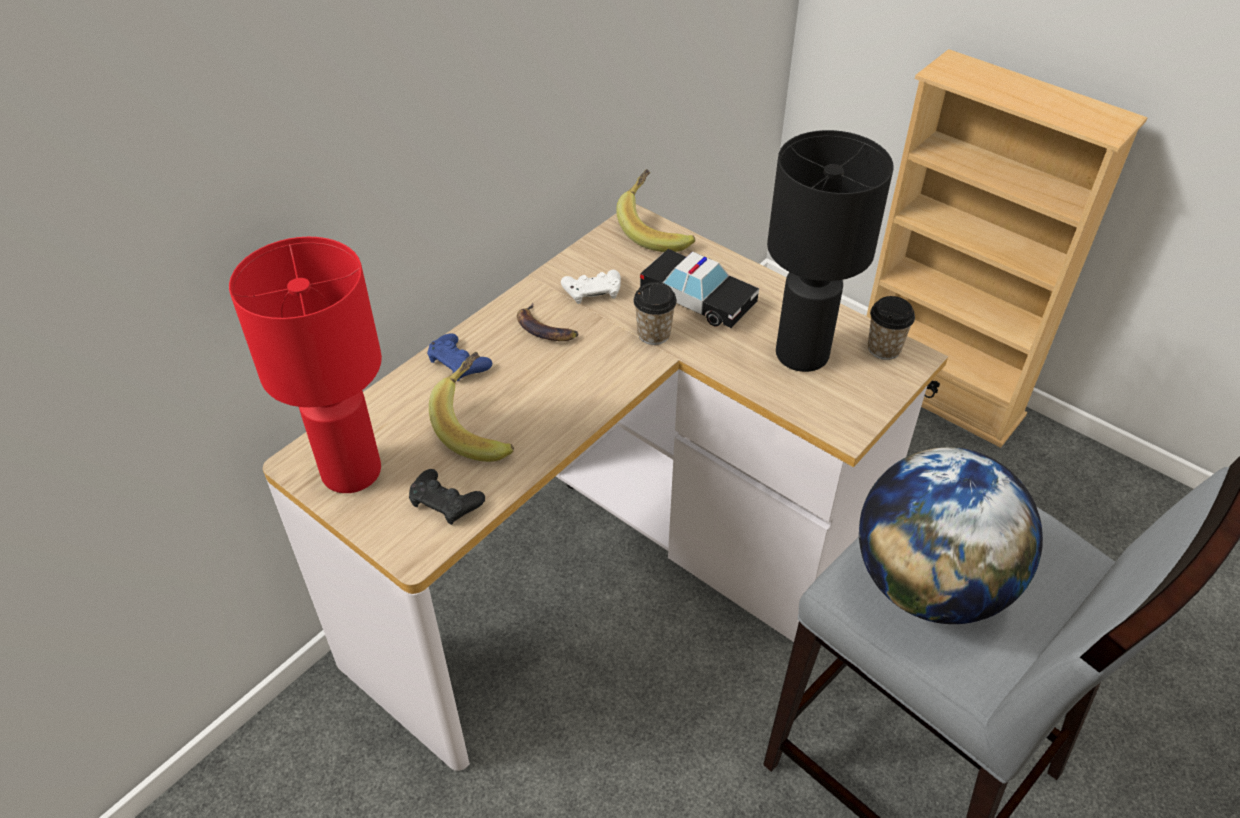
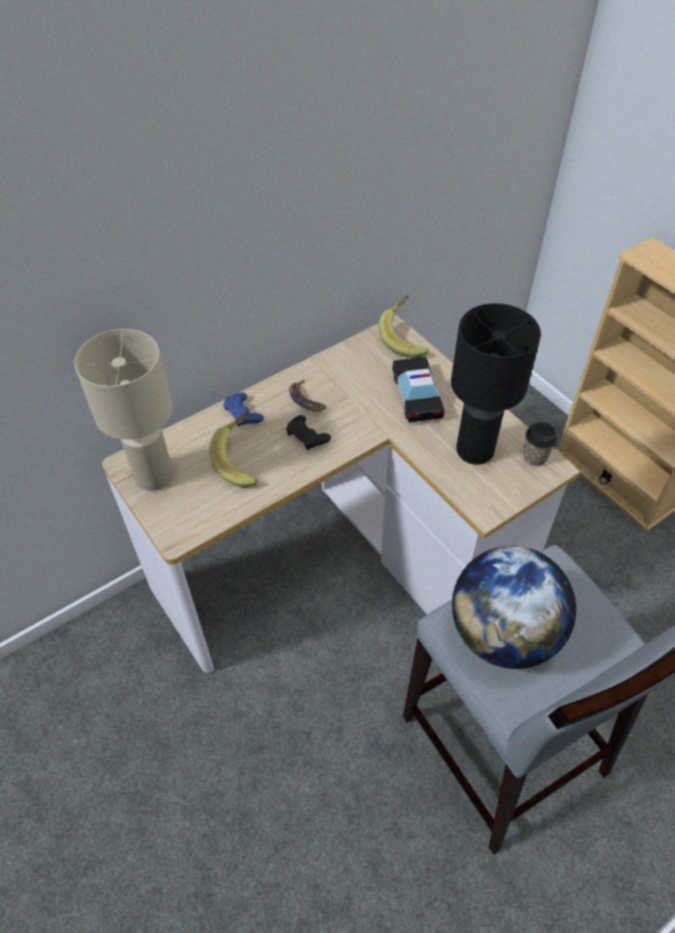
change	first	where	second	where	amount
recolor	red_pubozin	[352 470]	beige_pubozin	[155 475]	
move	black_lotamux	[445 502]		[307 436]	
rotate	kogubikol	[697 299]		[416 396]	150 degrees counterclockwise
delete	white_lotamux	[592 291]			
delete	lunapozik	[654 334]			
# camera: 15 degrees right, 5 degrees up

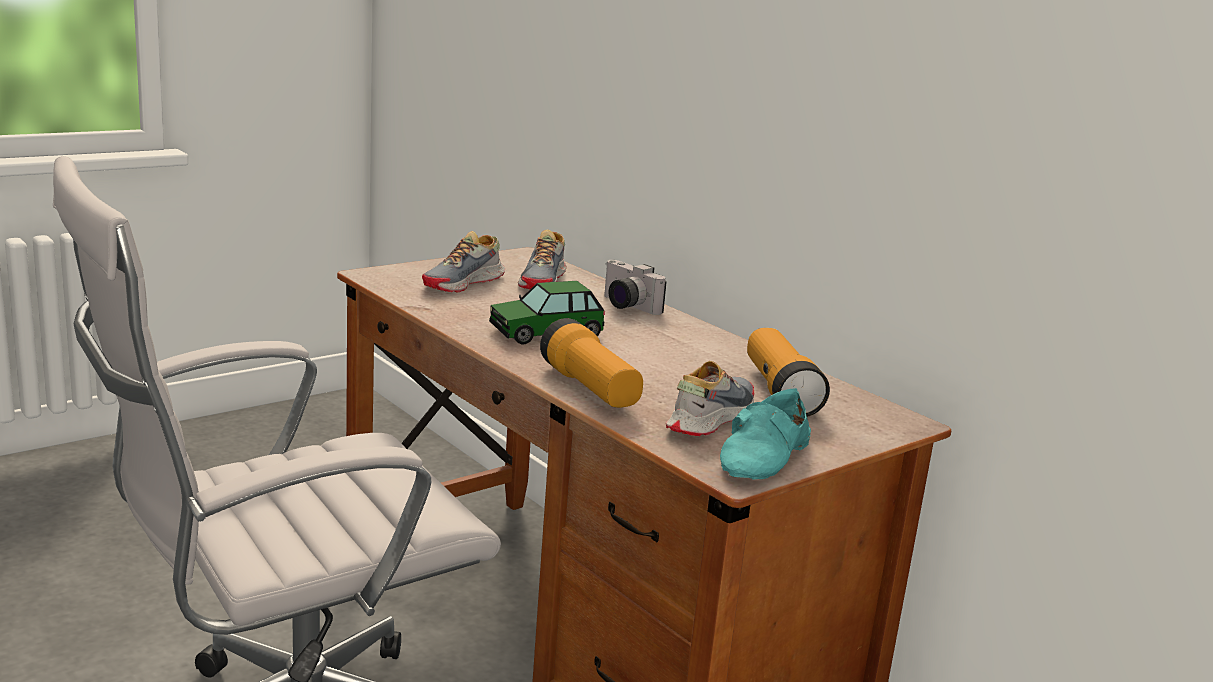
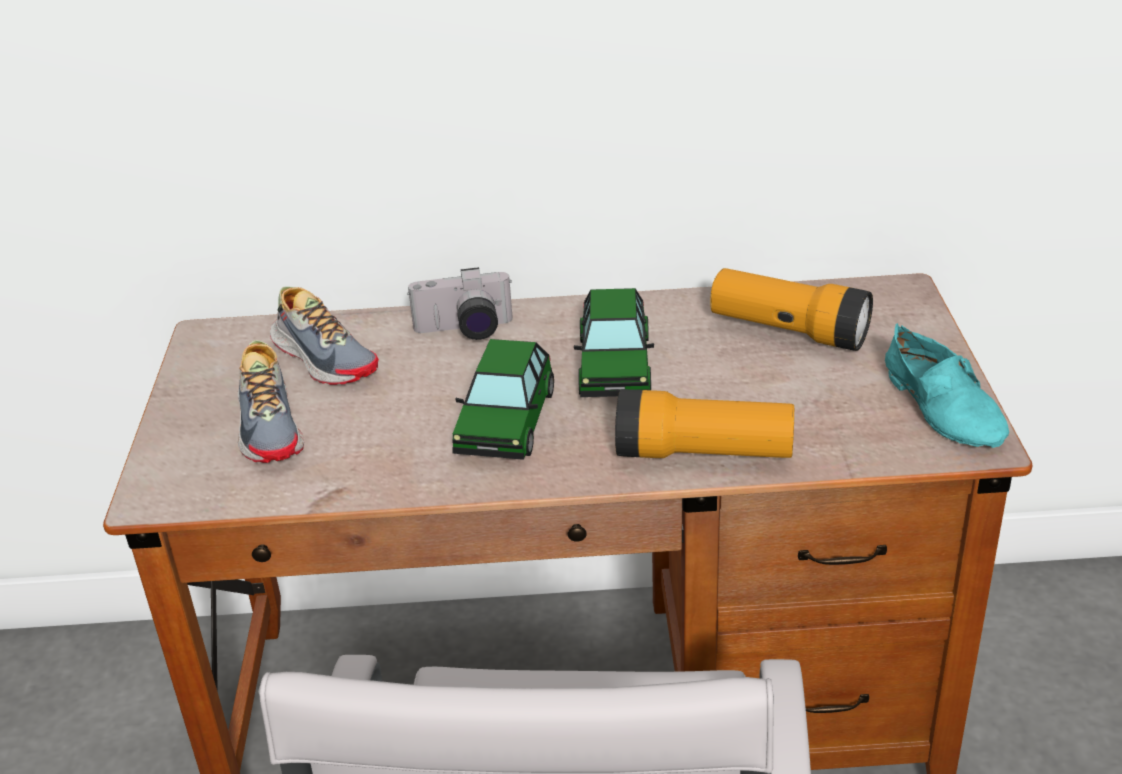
change	first	where	second	where	amount
insert			kogubikol	[614 366]	
delete	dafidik	[709 419]			
# camera: 50 degrees left, 15 degrees up

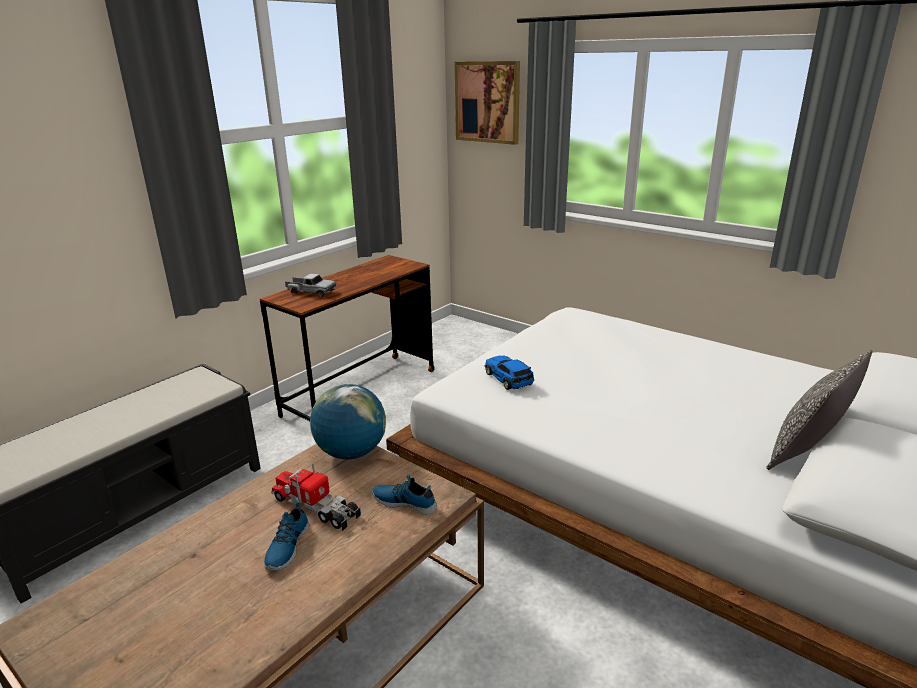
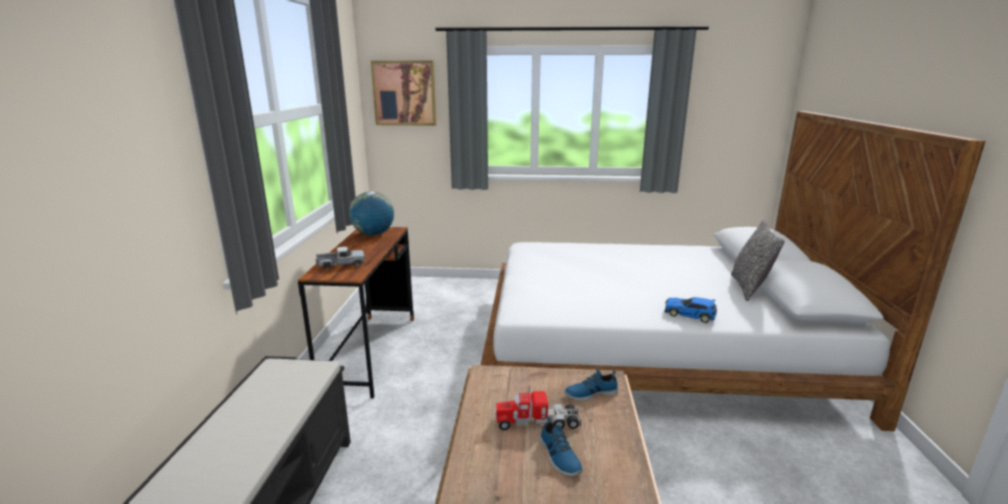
change	first	where	second	where	amount
move	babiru	[351 453]		[373 234]	
move	kogubikol	[509 379]		[690 315]	
# camera: 35 degrees left, 5 degrees down

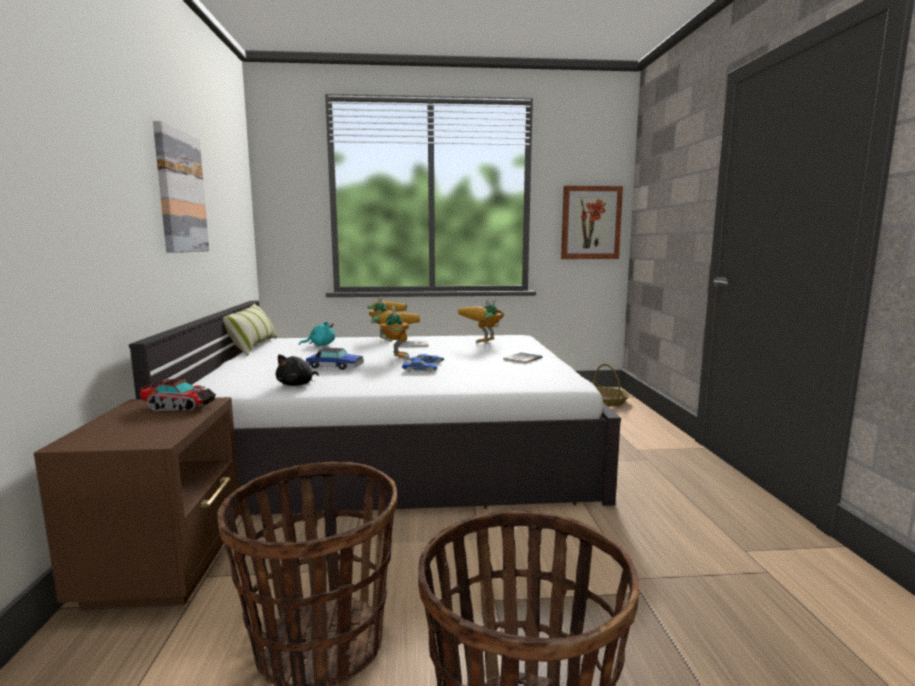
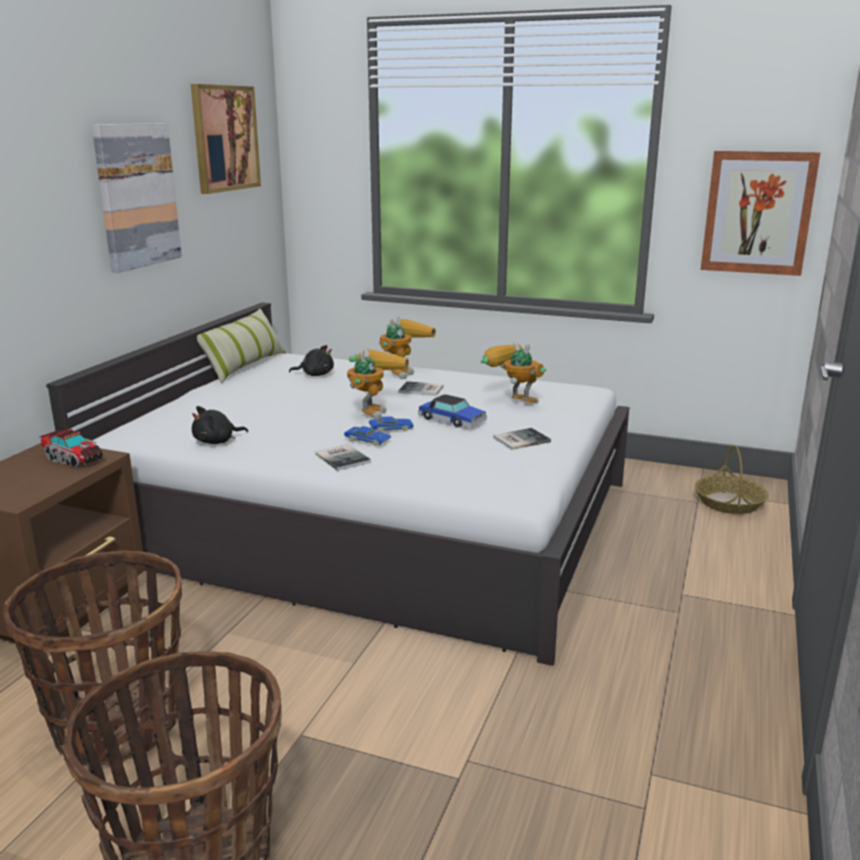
change	first	where	second	where	amount
insert			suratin	[225 138]	
recolor	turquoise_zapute	[320 345]	black_zapute	[315 374]	
insert			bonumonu	[343 457]	
move	kogubikol	[335 367]		[452 420]	
rotate	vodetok	[483 344]		[511 402]	60 degrees clockwise
# camera: 25 degrees right, 10 degrees up

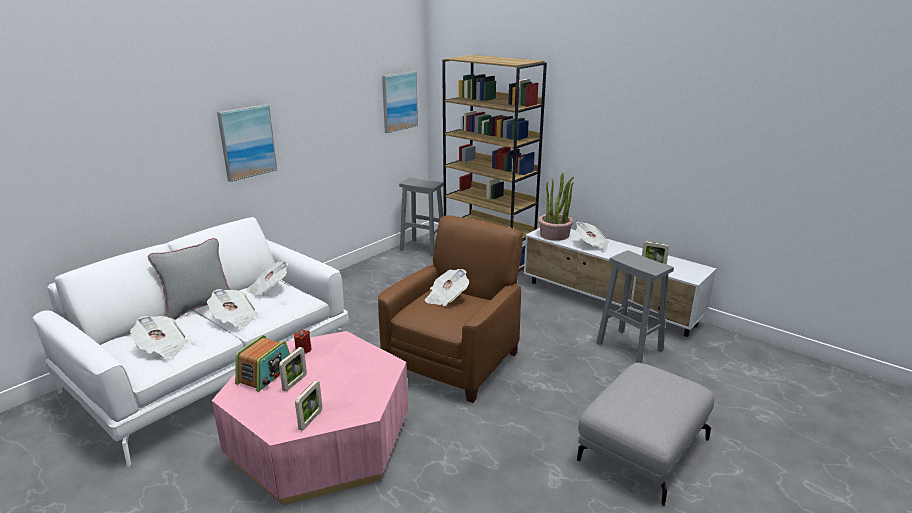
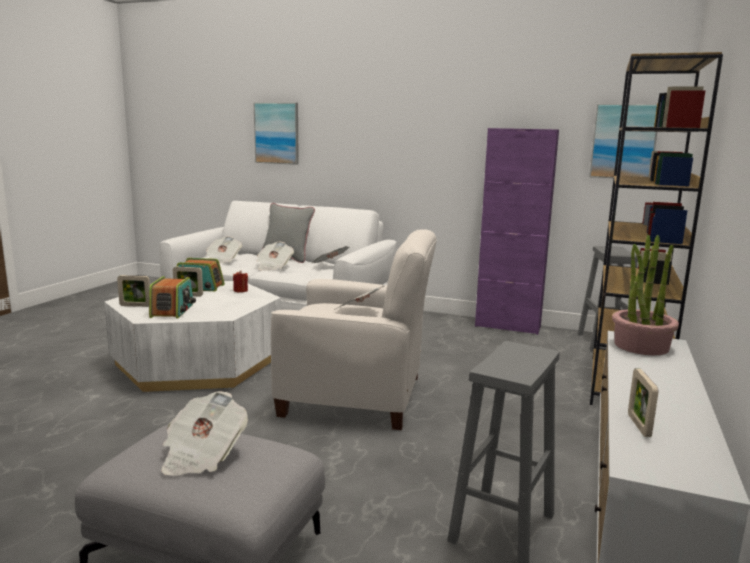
change	first	where	second	where	amount
recolor	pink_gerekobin	[320 439]	white_gerekobin	[198 362]	
insert			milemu	[172 311]	
move	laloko	[592 245]		[202 455]	
move	suratin	[247 142]		[277 133]	
recolor	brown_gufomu	[453 361]	white_gufomu	[355 396]	
insert			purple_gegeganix	[507 326]	
# camera: 70 degrees right, 10 degrees down

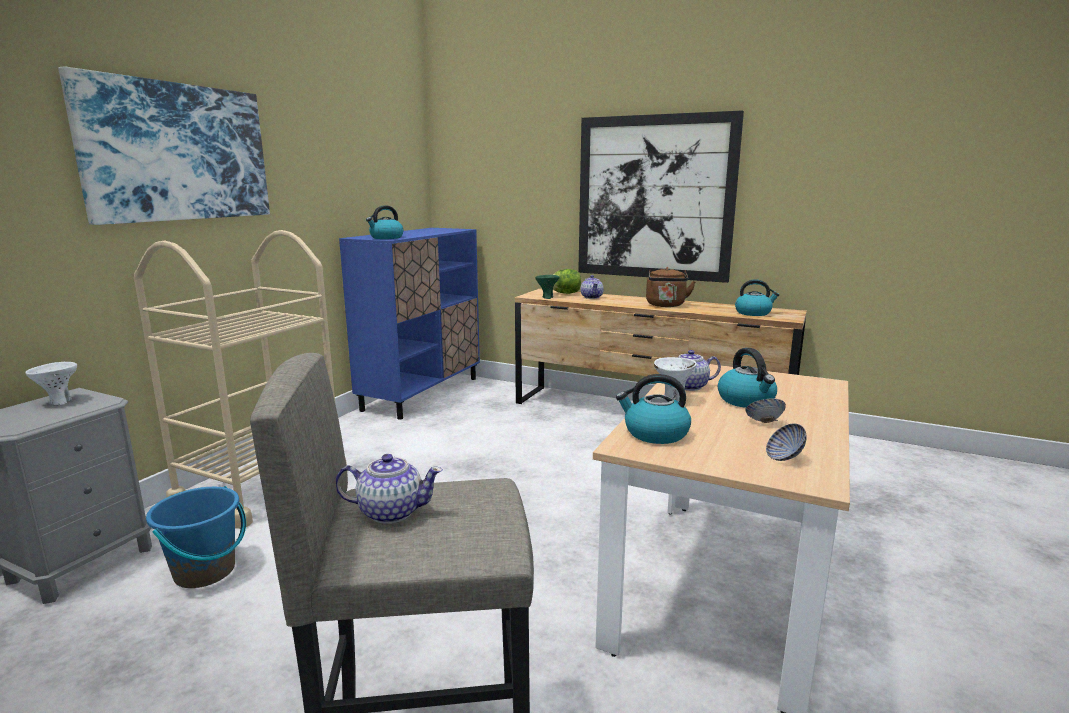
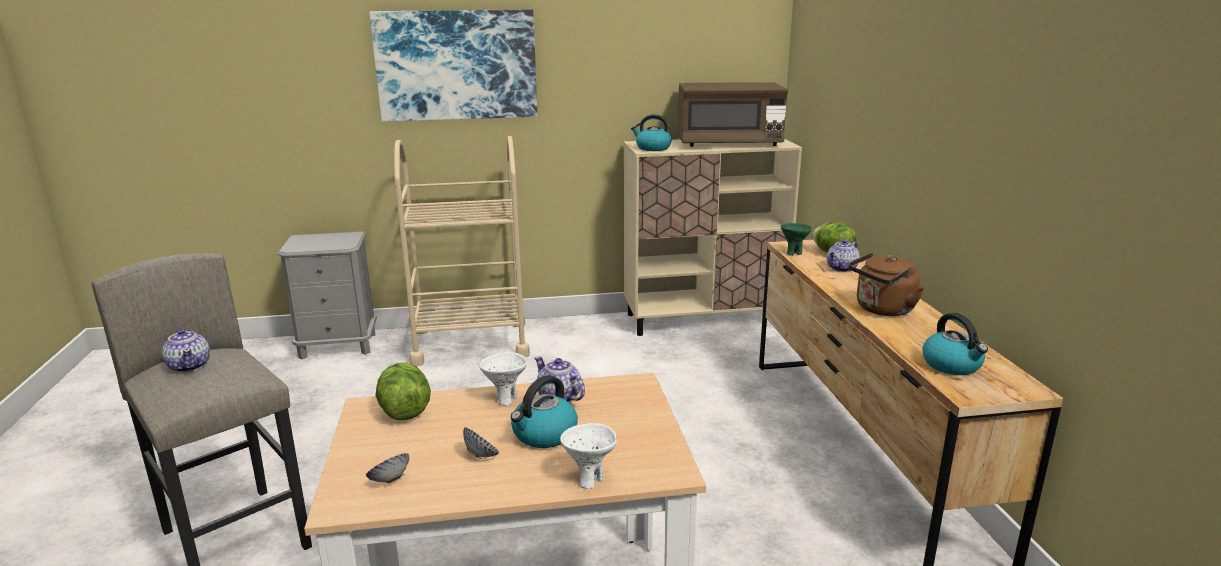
change	first	where	second	where	amount
replace	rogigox	[655 433]	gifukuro	[404 411]	
move	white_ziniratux	[60 402]		[589 480]	
recolor	blue_gegeganix	[422 393]	beige_gegeganix	[704 319]	
insert			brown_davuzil	[729 144]	
delete	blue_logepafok	[205 572]			
delete	suratin	[654 198]			
# camera: 55 degrees right, 5 degrees up

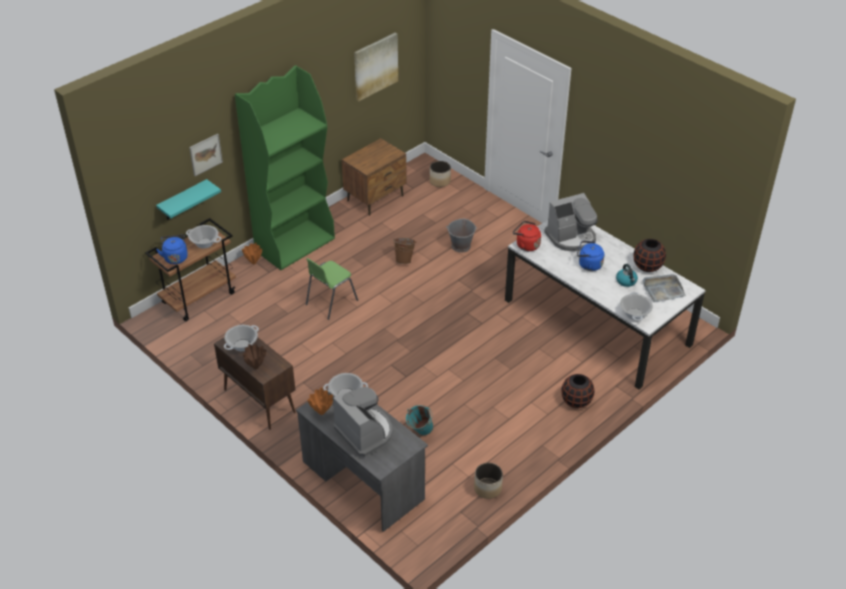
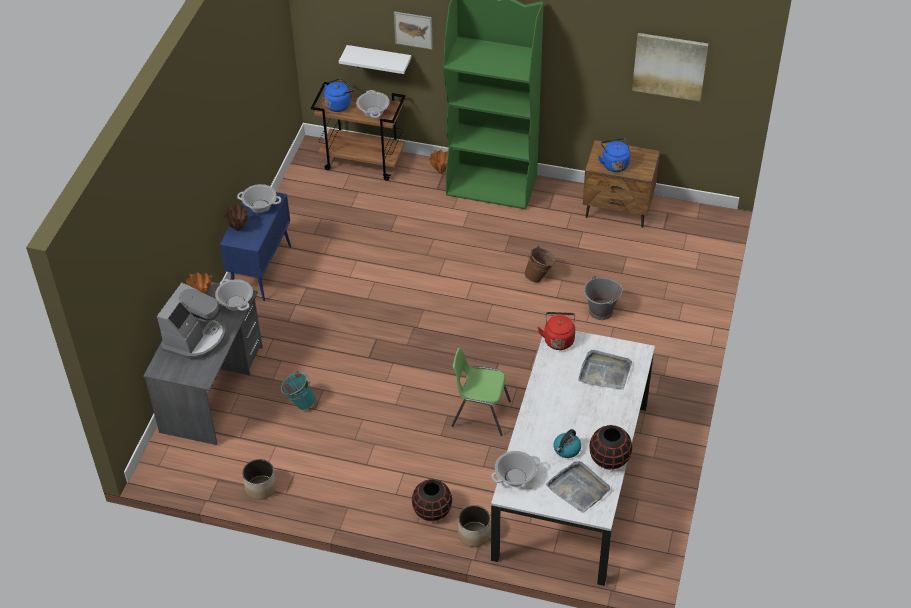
change	first	where	second	where	amount
recolor	brown_gegeganix	[259 401]	blue_gegeganix	[261 269]	
recolor	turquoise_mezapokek	[183 201]	white_mezapokek	[379 60]	
move	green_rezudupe	[331 302]		[480 414]	
move	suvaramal	[439 181]		[474 534]	
replace	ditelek	[571 237]	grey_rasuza	[604 372]	
move	blue_rogigox	[588 265]		[614 164]	
# camera: 60 degrees right, 5 degrees up

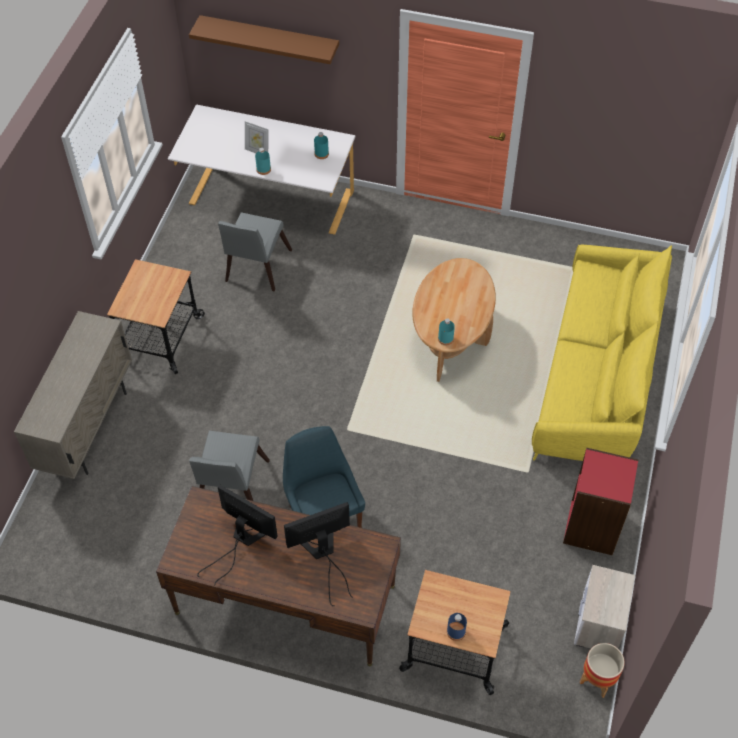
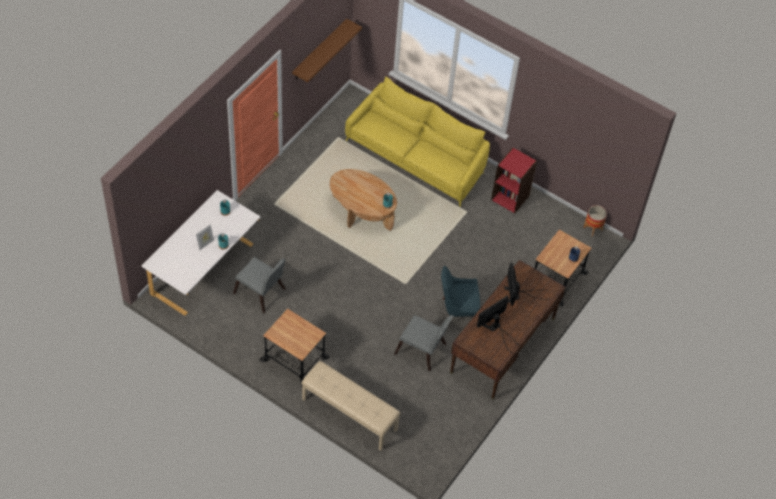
change	first	where	second	where	amount
move	brown_mezapokek	[269 38]		[319 50]	
replace	beige_gegeganix	[89 428]	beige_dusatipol	[349 414]	
delete	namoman	[598 624]			
# camera: 75 degrees left, 0 degrees up

